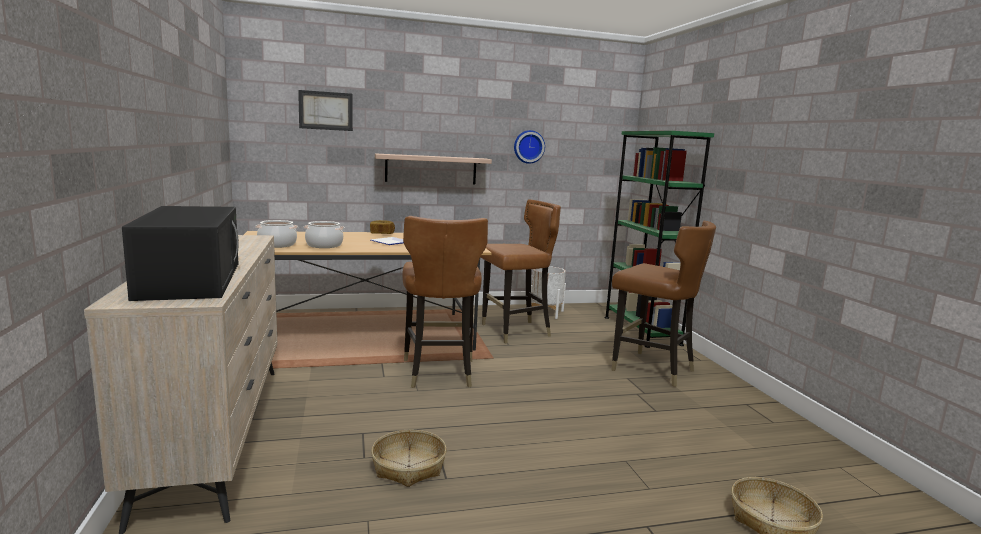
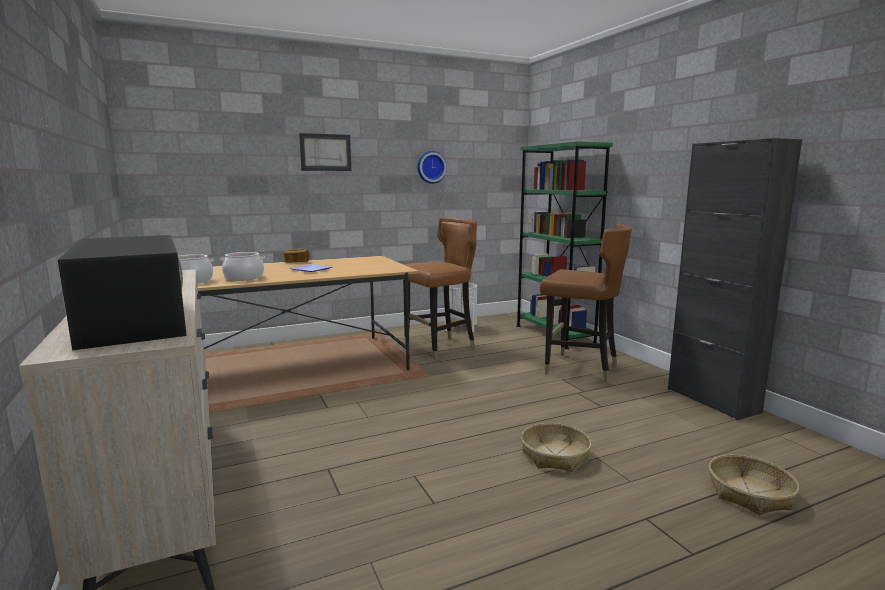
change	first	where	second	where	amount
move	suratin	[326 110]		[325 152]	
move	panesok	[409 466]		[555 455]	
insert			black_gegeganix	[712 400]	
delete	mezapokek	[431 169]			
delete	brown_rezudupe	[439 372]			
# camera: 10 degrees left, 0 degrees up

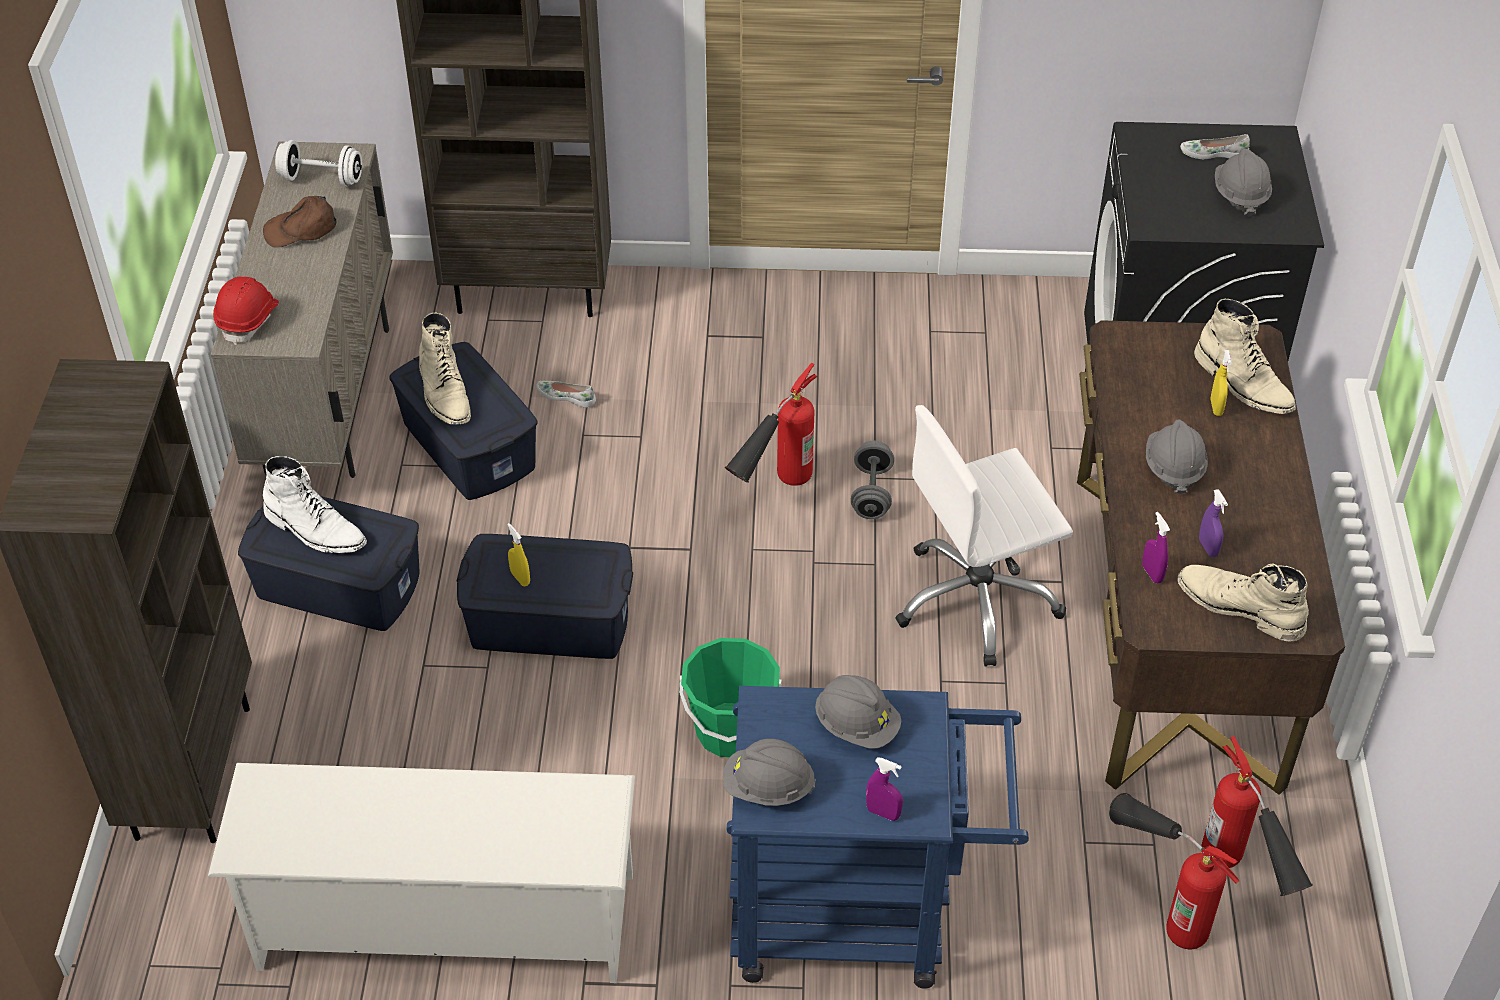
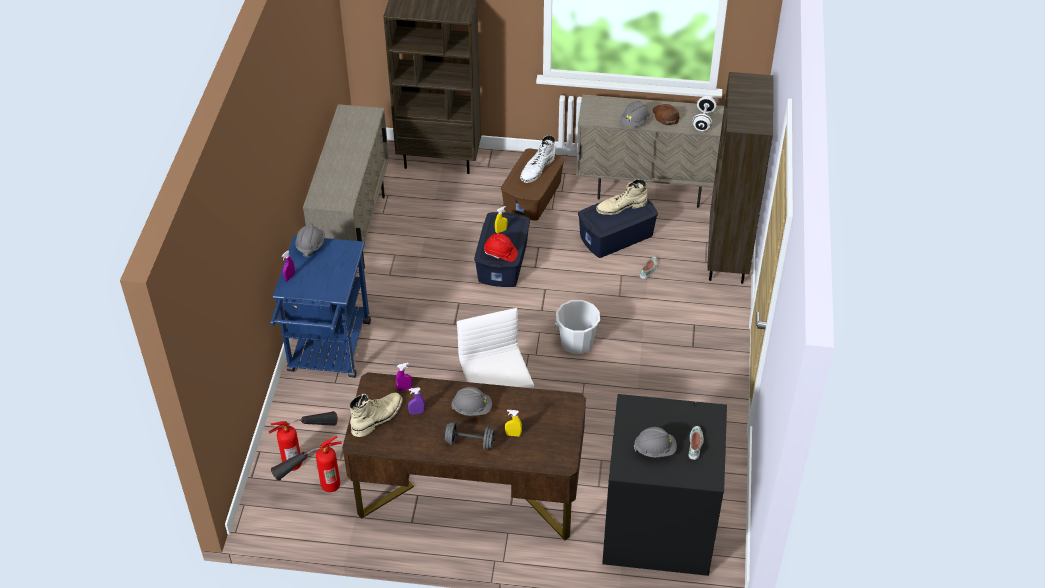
change	first	where	second	where	amount
replace	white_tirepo	[444 922]	beige_gegeganix	[354 230]	
move	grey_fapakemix	[871 493]		[470 442]	
move	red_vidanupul	[249 319]		[500 253]	
recolor	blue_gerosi	[339 584]	brown_gerosi	[533 196]	
replace	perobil	[773 492]	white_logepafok	[576 343]	
move	grey_vidanupul	[856 726]		[634 122]	
delete	green_logepafok	[731 731]			
delete	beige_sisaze	[1242 383]			
# camera: 95 degrees right, 0 degrees up

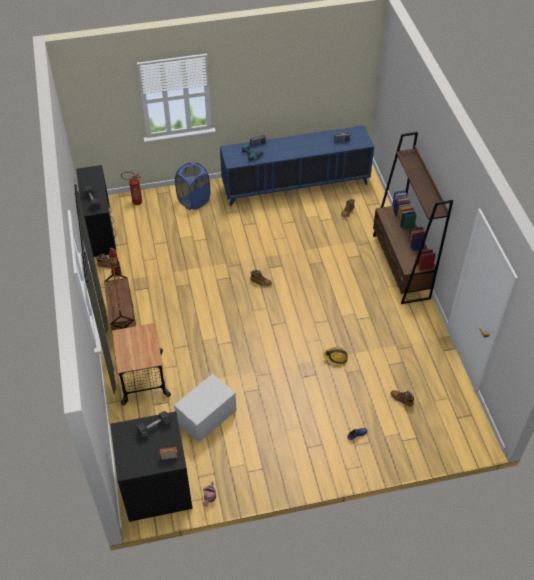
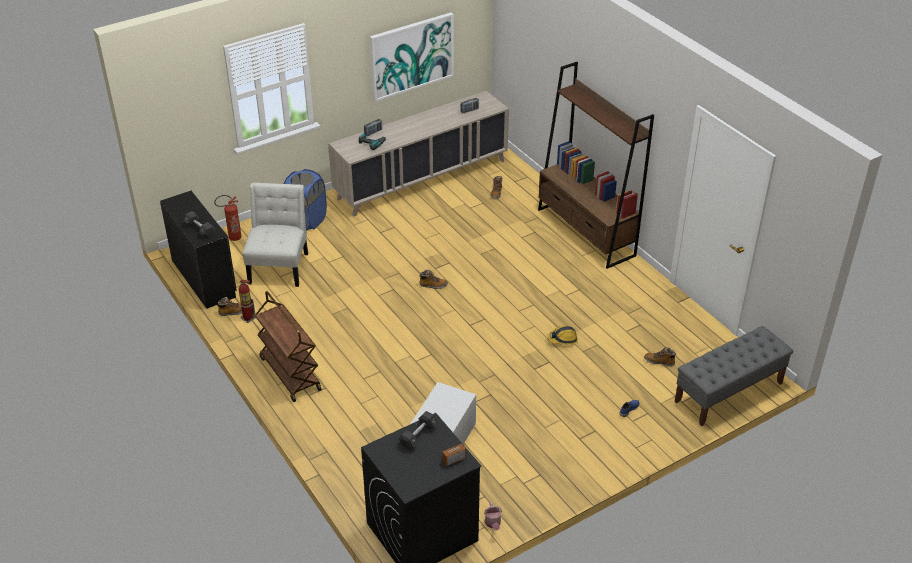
change	first	where	second	where	amount
insert			white_rezudupe	[279 266]	
recolor	blue_gegeganix	[295 185]	beige_gegeganix	[421 179]	
insert			suratin	[412 56]	
insert			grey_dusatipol	[728 392]	
delete	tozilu	[142 378]			
# camera: 20 degrees left, 10 degrees down

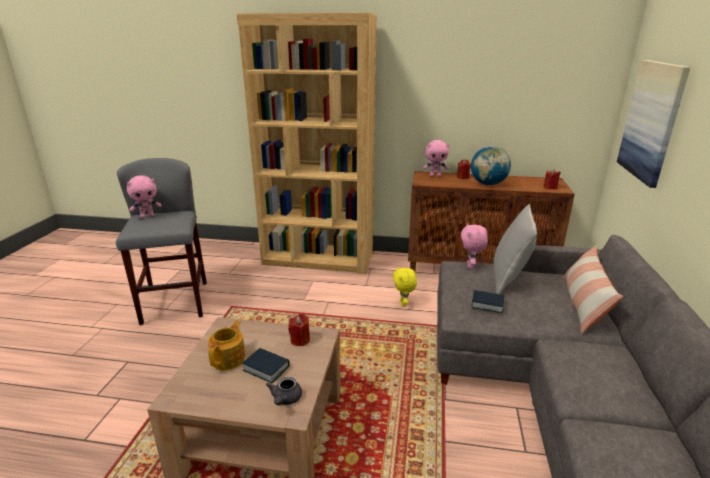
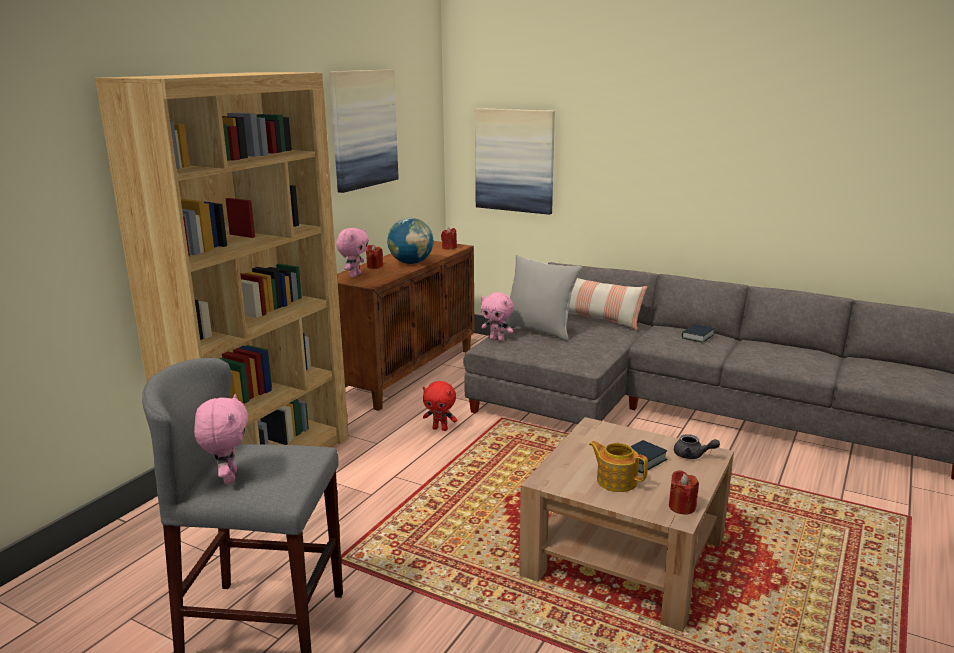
change	first	where	second	where	amount
insert			suratin	[363 129]	
recolor	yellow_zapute	[403 303]	red_zapute	[440 428]	
move	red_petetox	[300 340]		[682 507]	
move	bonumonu	[487 304]		[697 336]	
# camera: 70 degrees left, 5 degrees down

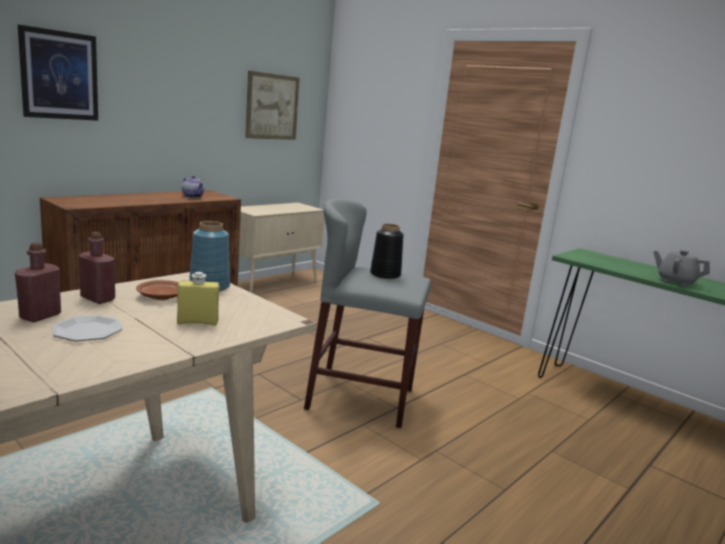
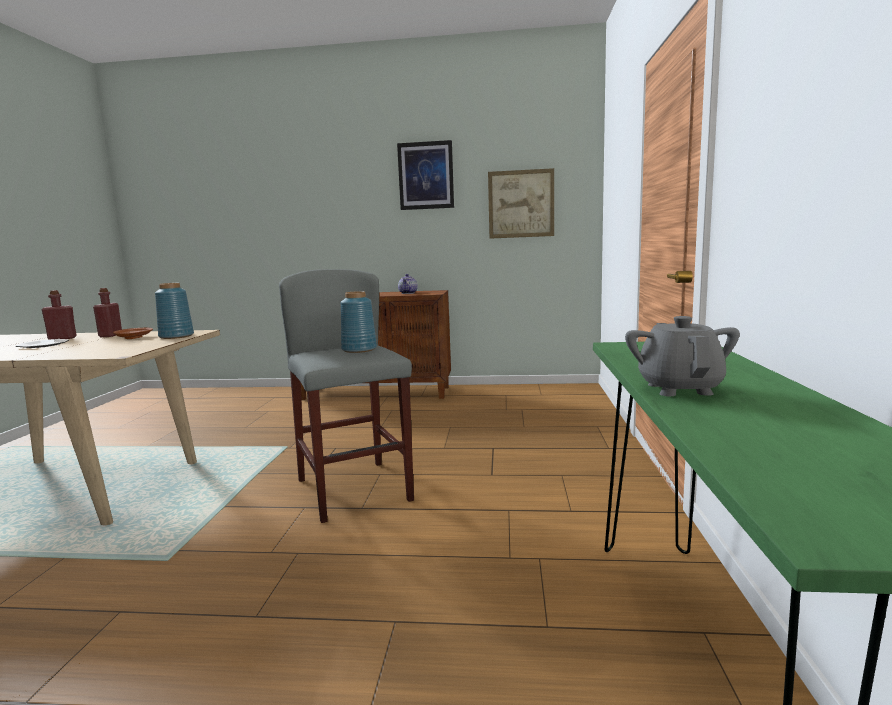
change	first	where	second	where	amount
recolor	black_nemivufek	[385 275]	blue_nemivufek	[359 349]	
move	suratin	[59 75]		[426 175]	
delete	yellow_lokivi	[197 322]			
delete	beige_gegeganix	[274 283]			
# camera: 55 degrees right, 5 degrees down

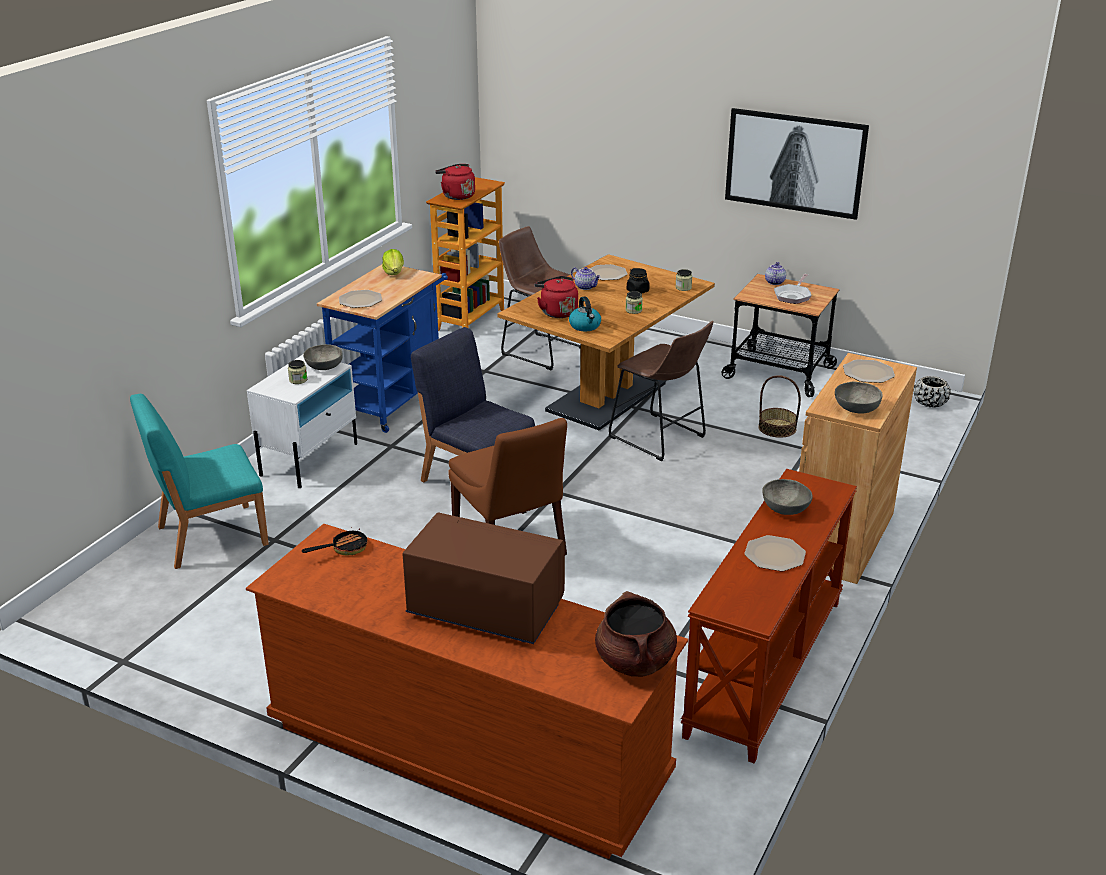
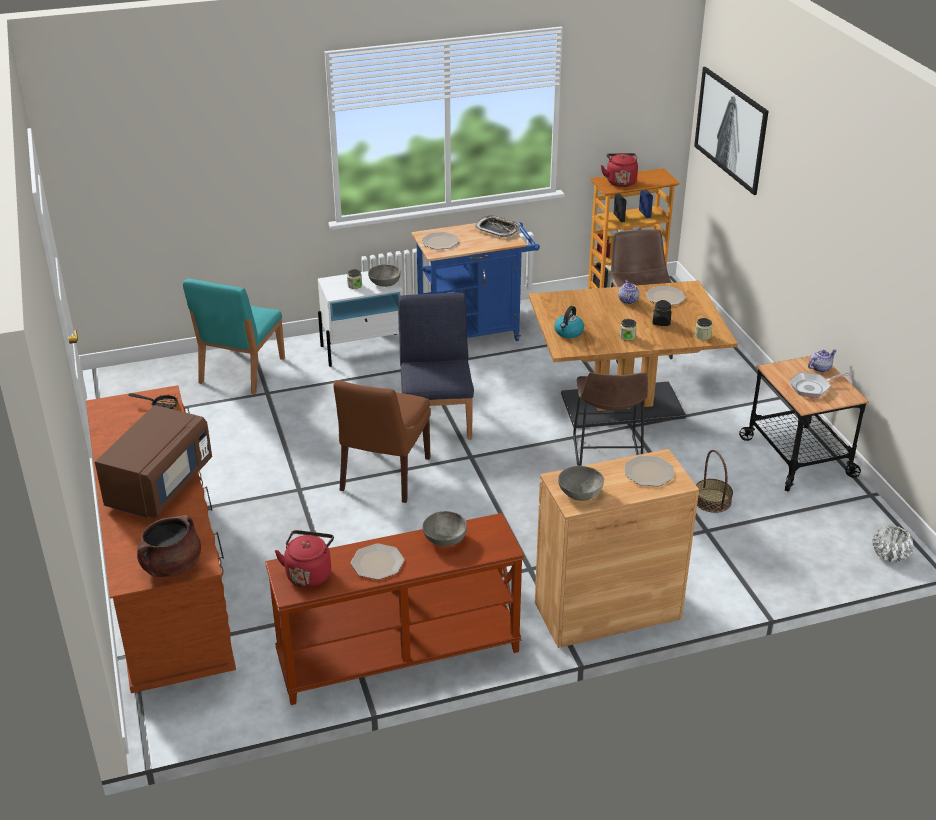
change	first	where	second	where	amount
rotate	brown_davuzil	[485 610]		[159 486]	45 degrees clockwise
rotate	turquoise_rezudupe	[210 536]		[241 371]	90 degrees counterclockwise
move	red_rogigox	[557 312]		[309 573]	
replace	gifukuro	[394 273]	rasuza	[497 229]	
move	suratin	[795 162]		[732 129]	
recolor	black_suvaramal	[929 403]	white_suvaramal	[890 554]	
# camera: 45 degrees right, 5 degrees up

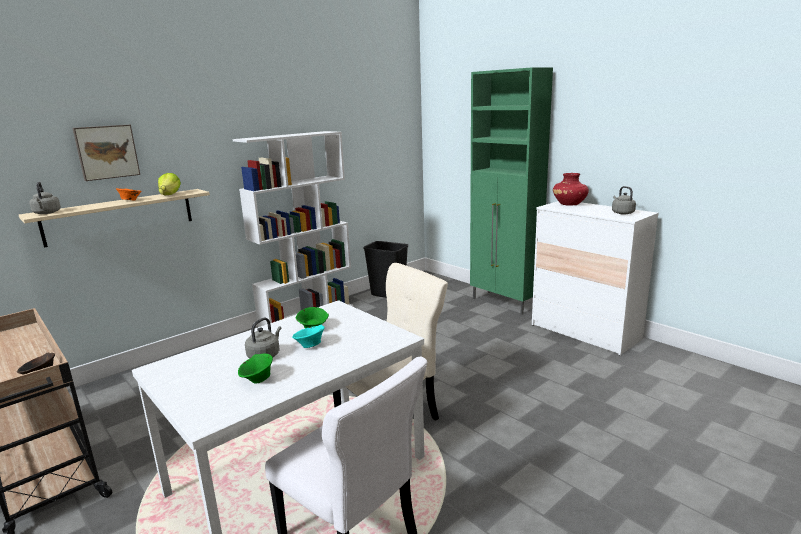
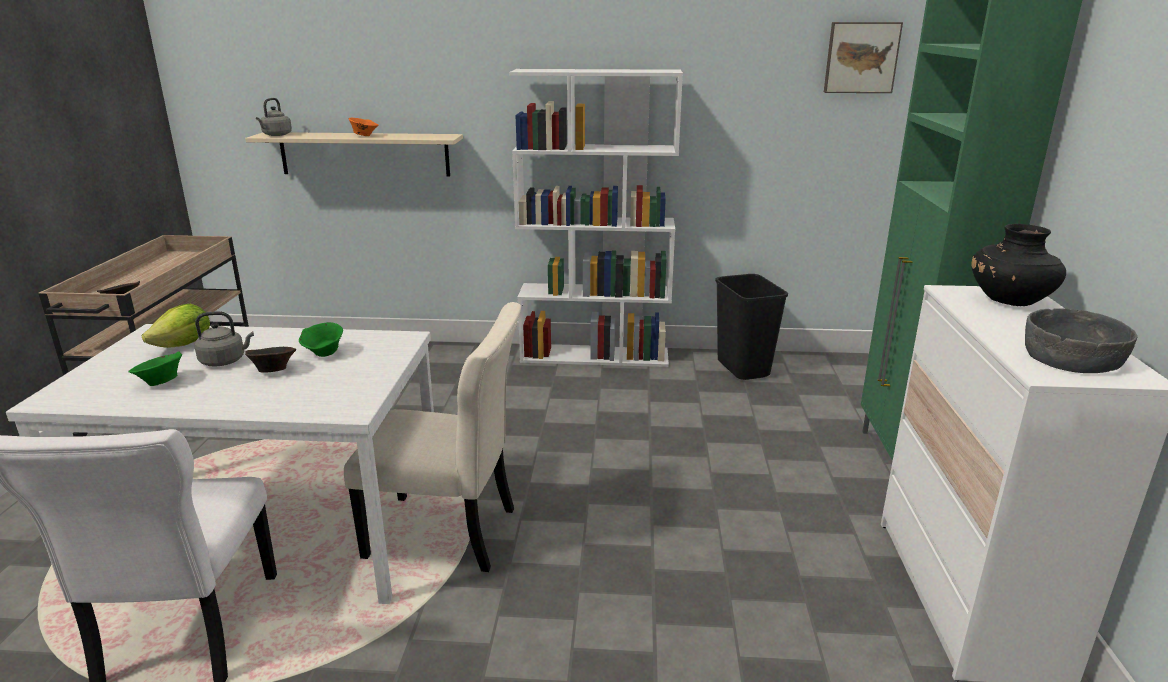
change	first	where	second	where	amount
move	gifukuro	[170 195]		[184 345]	
recolor	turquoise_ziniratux	[309 346]	brown_ziniratux	[273 371]	
move	suratin	[107 152]		[861 57]	
recolor	red_nemivufek	[569 204]	black_nemivufek	[1010 301]	
replace	grey_rogigox	[622 213]	grey_ziniratux	[1071 356]	
# camera: 45 degrees right, 5 degrees up

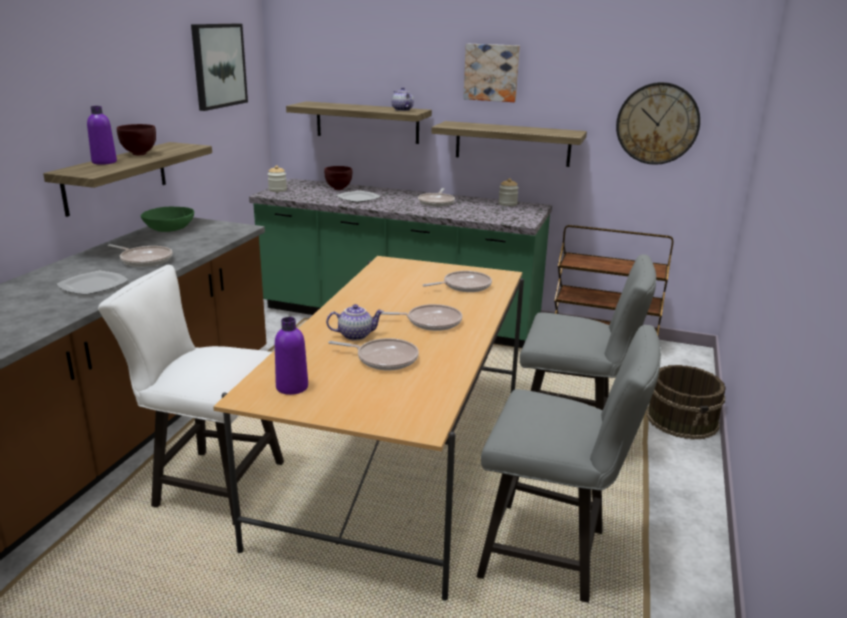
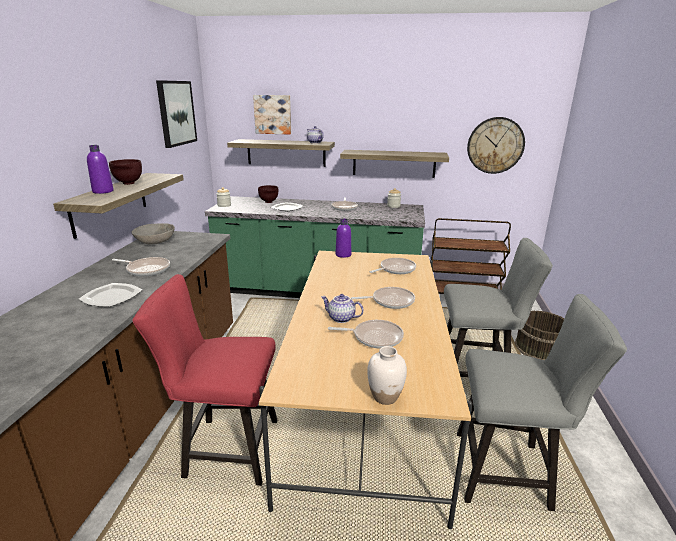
change	first	where	second	where	amount
recolor	green_ziniratux	[169 228]	grey_ziniratux	[155 241]	
recolor	white_rezudupe	[210 484]	red_rezudupe	[224 448]	
move	suratin	[491 72]		[273 114]	
rotate	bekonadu	[355 335]		[341 318]	135 degrees counterclockwise
move	purple_lokivi	[292 387]		[343 255]	
insert			white_nemivufek	[385 397]	
# camera: 10 degrees left, 0 degrees up

